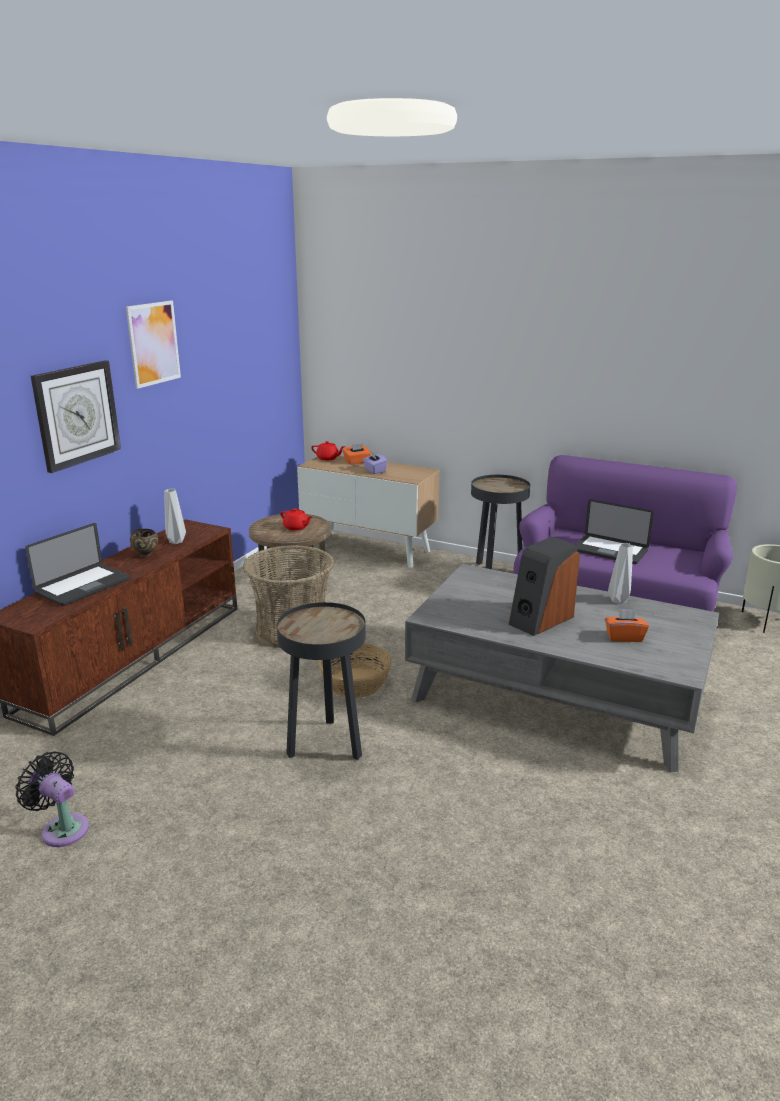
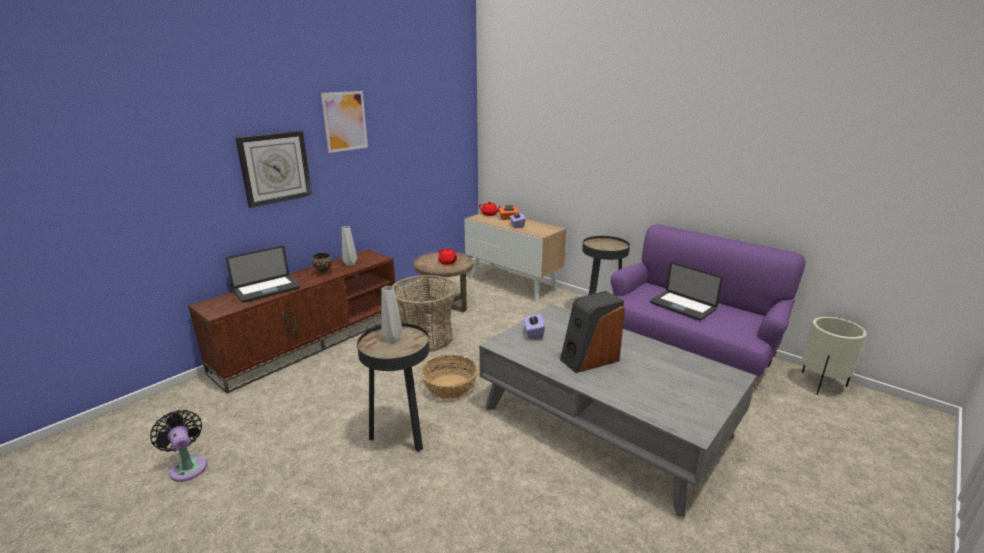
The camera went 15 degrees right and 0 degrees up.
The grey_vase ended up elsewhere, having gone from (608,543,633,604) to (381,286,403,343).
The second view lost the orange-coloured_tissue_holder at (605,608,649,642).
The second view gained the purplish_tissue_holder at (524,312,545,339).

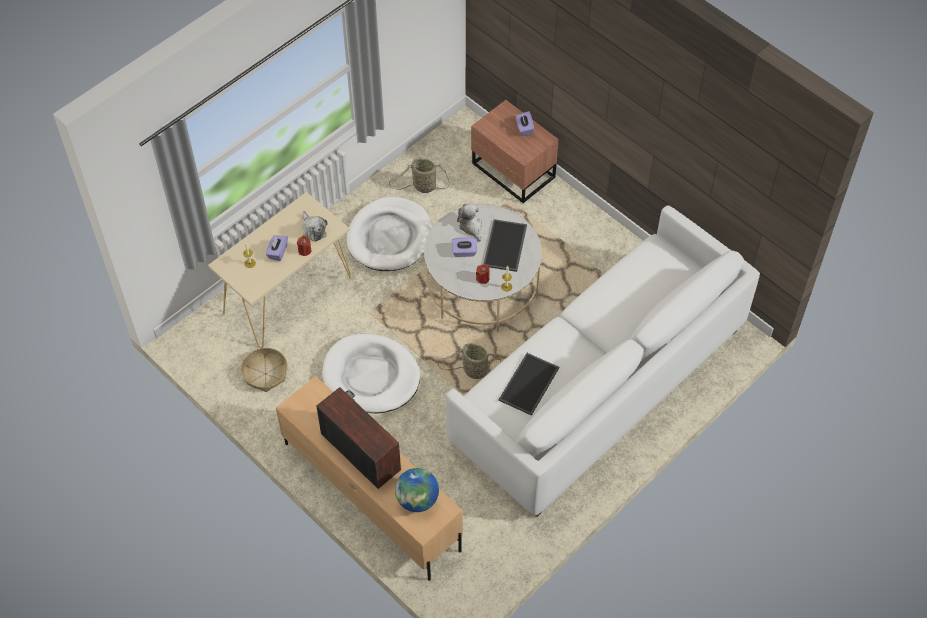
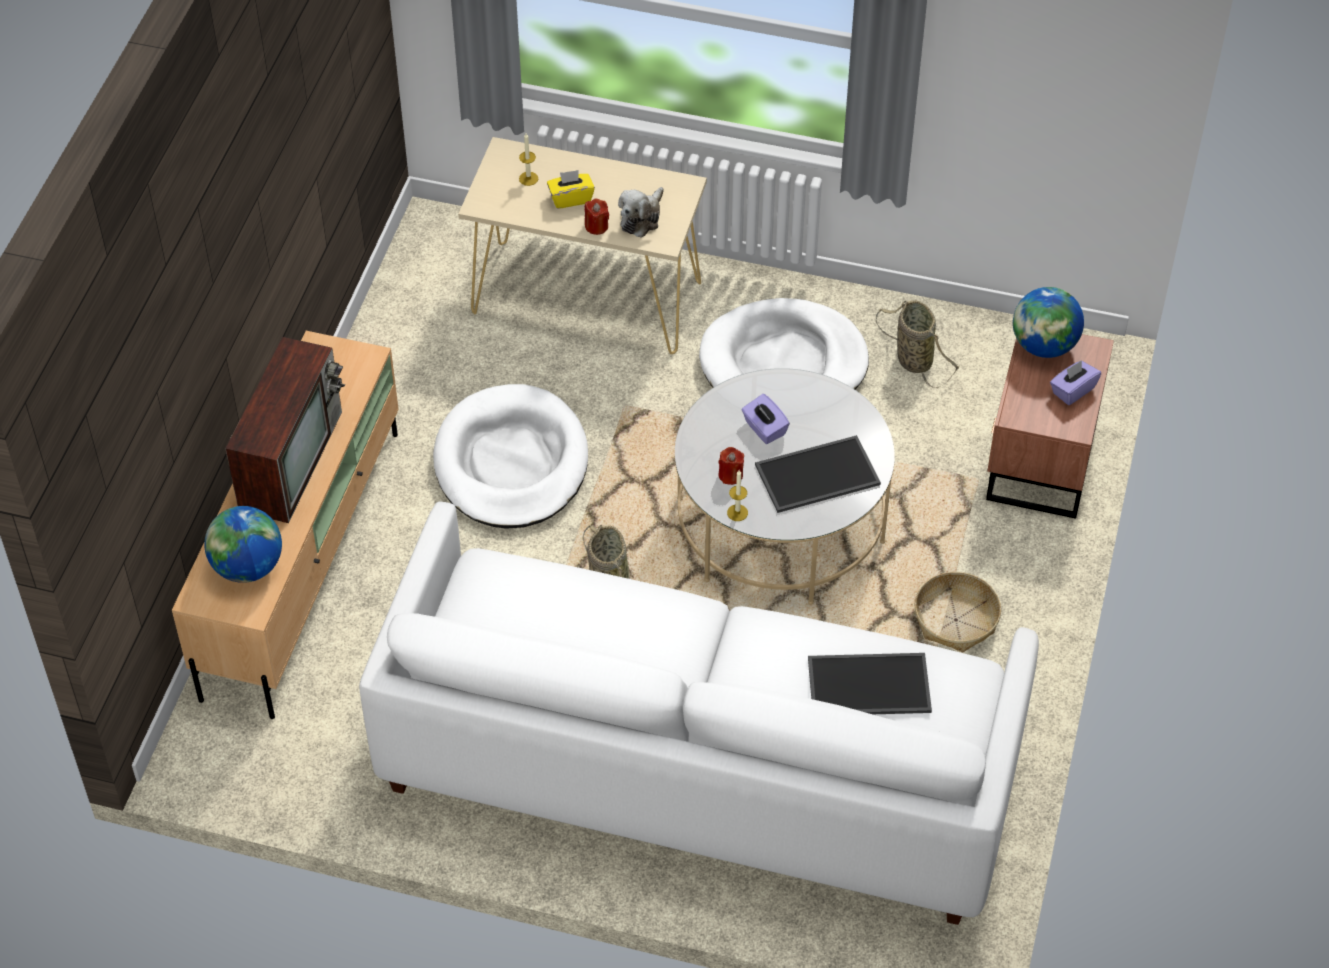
The camera went 60 degrees right and 5 degrees down.
The second view lost the cuddly_toy at (457,203,482,242).
What was the purplish_tissue_holder at (266,235,288,261) turned into the yellow_tissue_holder at (547,170,595,209).
The household_basket ended up elsewhere, having gone from (241,348,288,392) to (914,572,1001,652).
The serving_tray ended up elsewhere, having gone from (499,353,559,416) to (808,653,932,714).
The second view gained the desk_globe at (1013,287,1084,358).

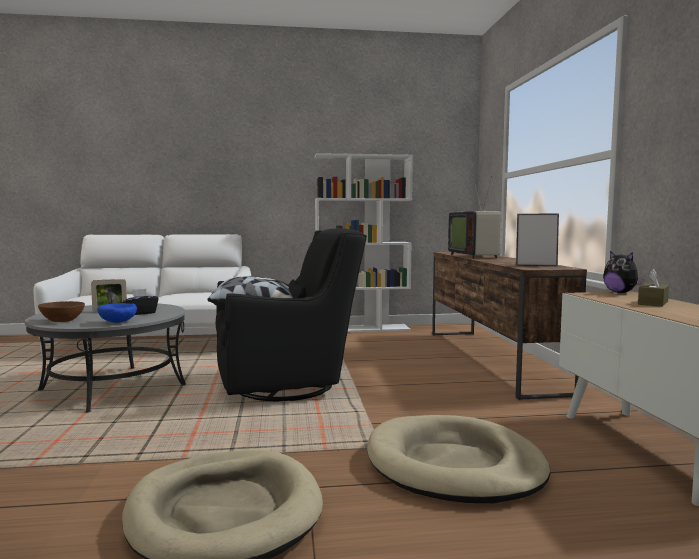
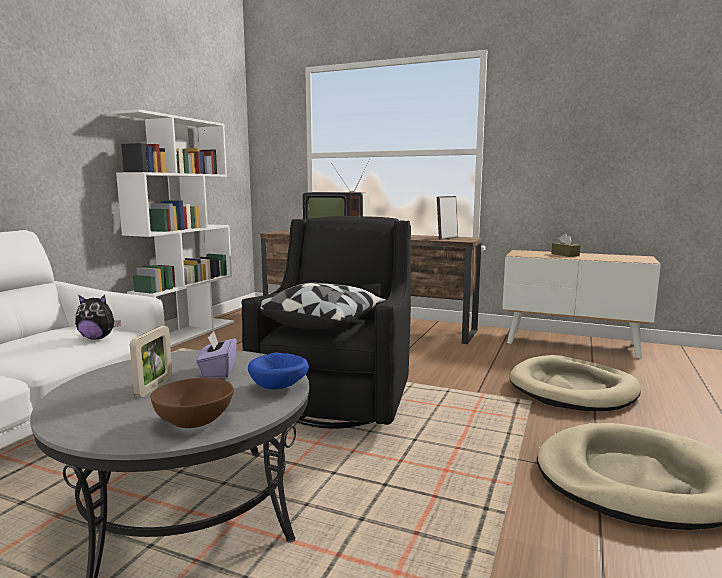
The camera went 60 degrees left and 5 degrees up.
The cuddly_toy ended up elsewhere, having gone from (603,251,645,293) to (75,295,121,340).
What was the black_tissue_holder at (122,289,159,315) turned into the purplish_tissue_holder at (196,331,237,378).

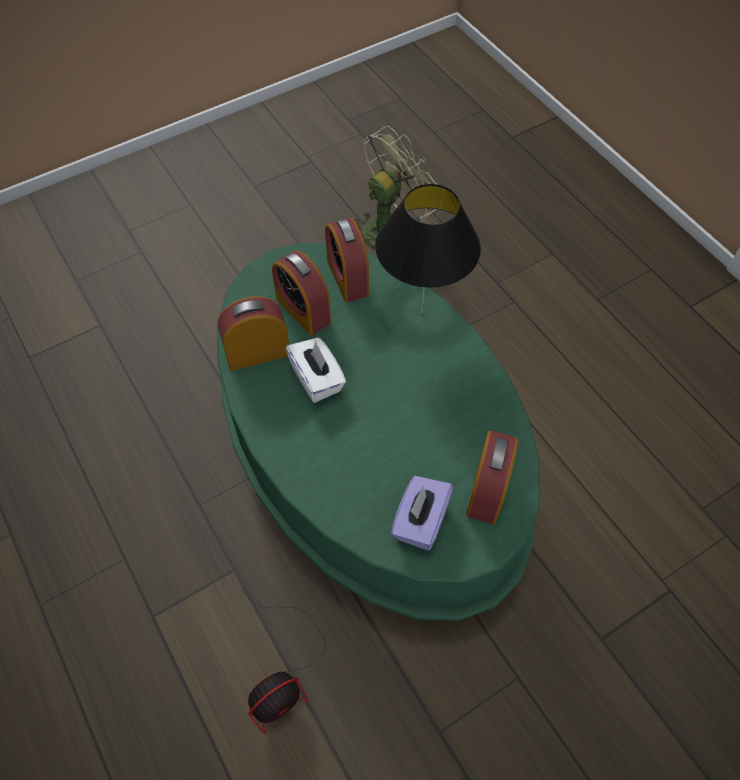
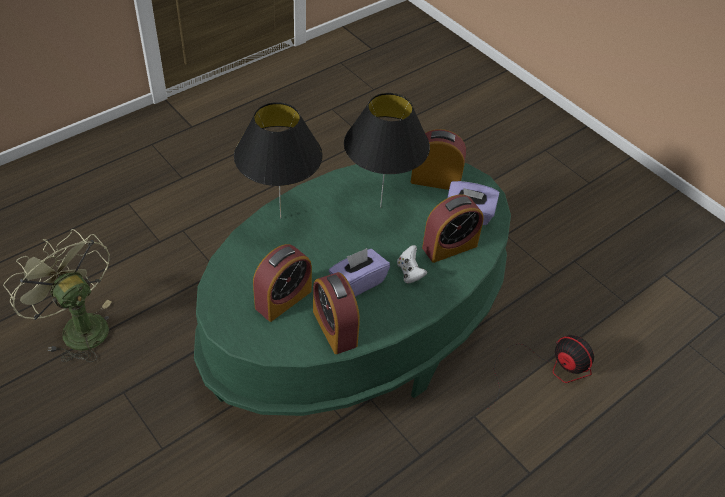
The camera went 100 degrees left and 10 degrees down.
The alarm_clock ended up elsewhere, having gone from (325,218,369,302) to (422,195,484,263).
What was the whitish_tissue_holder at (285,338,346,403) turned into the purplish_tissue_holder at (329,248,390,297).
The second view gained the black_lamp_for_a_table at (344,93,430,208).
The second view gained the whitish_gamepad at (397,245,427,283).

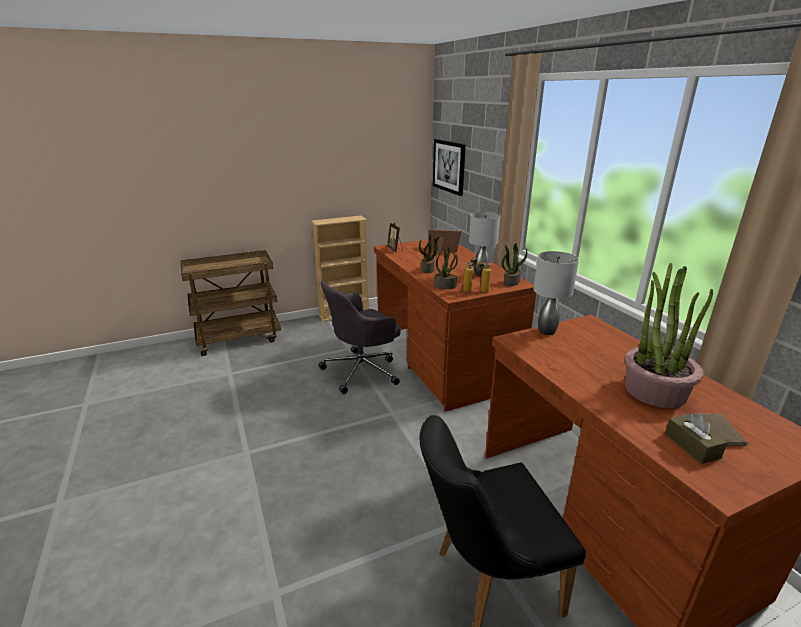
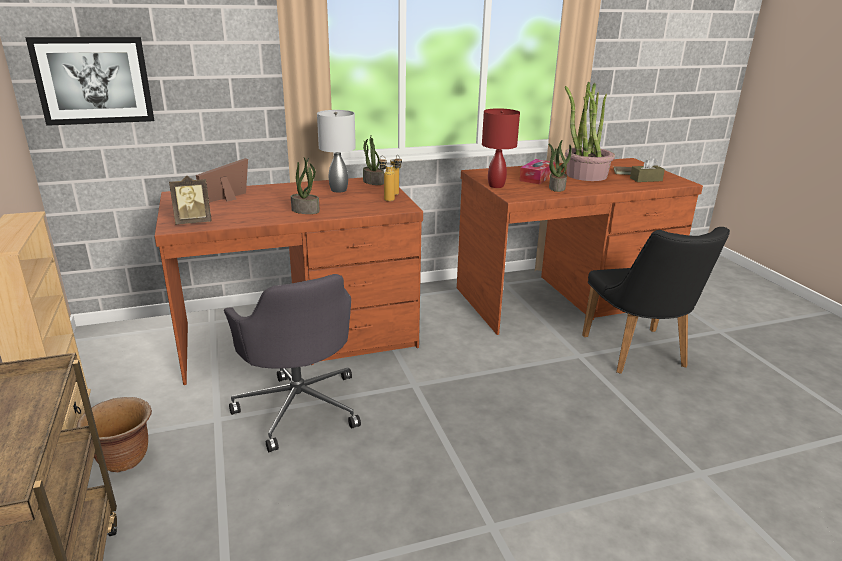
The camera went 85 degrees left and 0 degrees up.
The houseplant ended up elsewhere, having gone from (434,247,458,289) to (548,140,572,192).
What was the grey_lamp_for_a_table at (533,251,579,335) turned into the red_lamp_for_a_table at (482,108,520,188).
The second view gained the tissue_holder at (520,159,555,184).
The second view gained the brown_planter at (77,397,152,472).

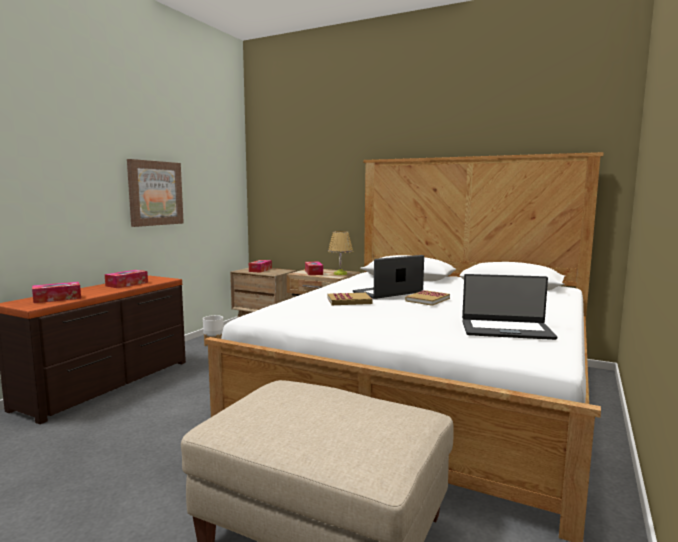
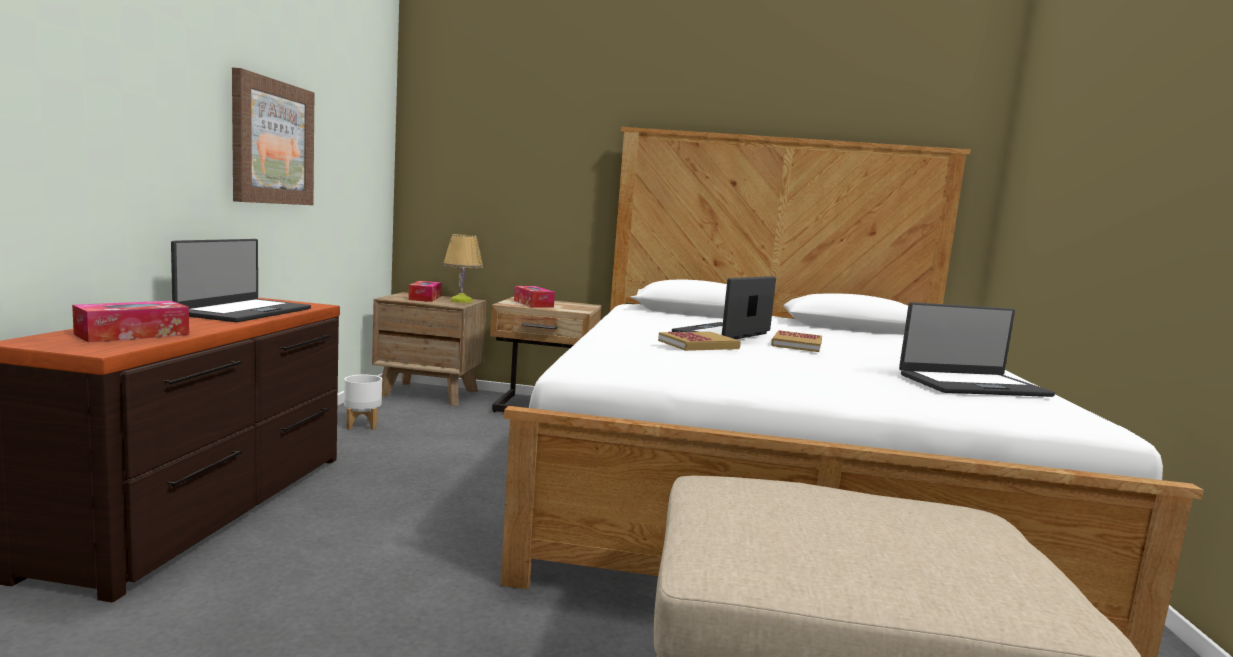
The camera went 20 degrees left and 0 degrees up.
The lamp_for_a_table ended up elsewhere, having gone from (328,231,353,275) to (443,234,483,303).
Where the tissue_holder stood at (105,270,148,288), the notebook_computer came to stand at (171,239,311,322).

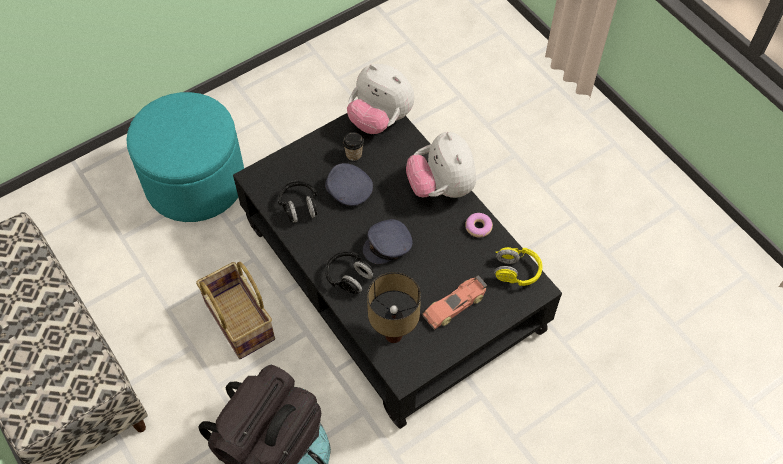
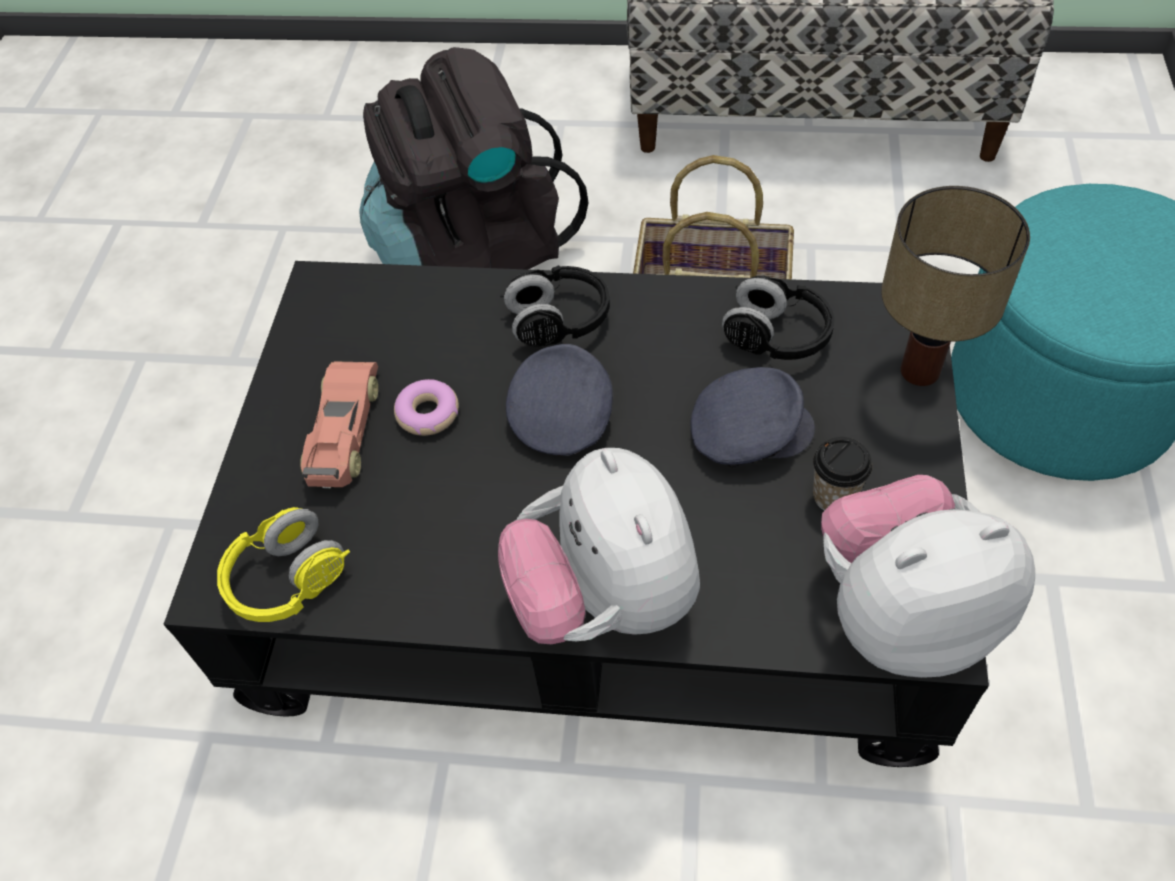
The camera went 135 degrees right and 5 degrees down.
The cuddly_toy at (406,132,476,198) ended up facing another way, 135 degrees counterclockwise from before.
The ring_doughnut ended up elsewhere, having gone from (465,213,493,237) to (394,379,459,436).
The lamp_for_a_table ended up elsewhere, having gone from (367,272,421,343) to (881,186,1030,386).

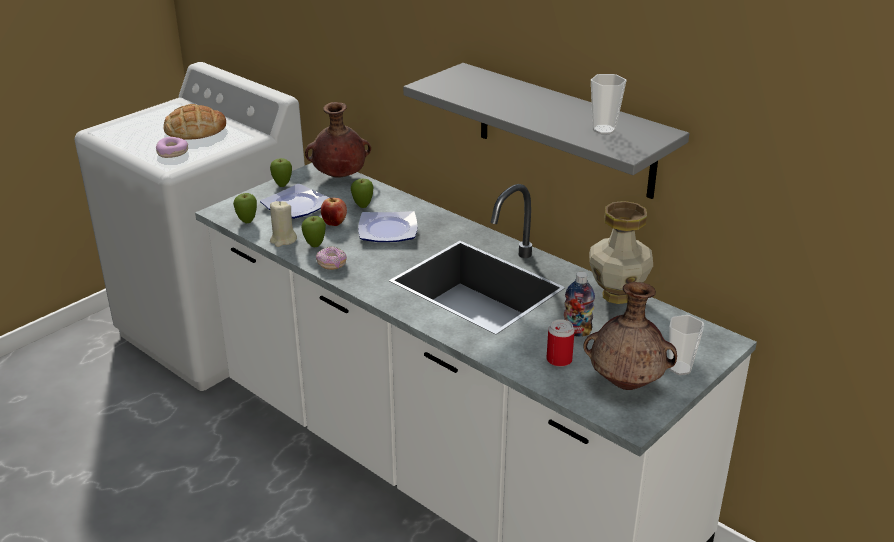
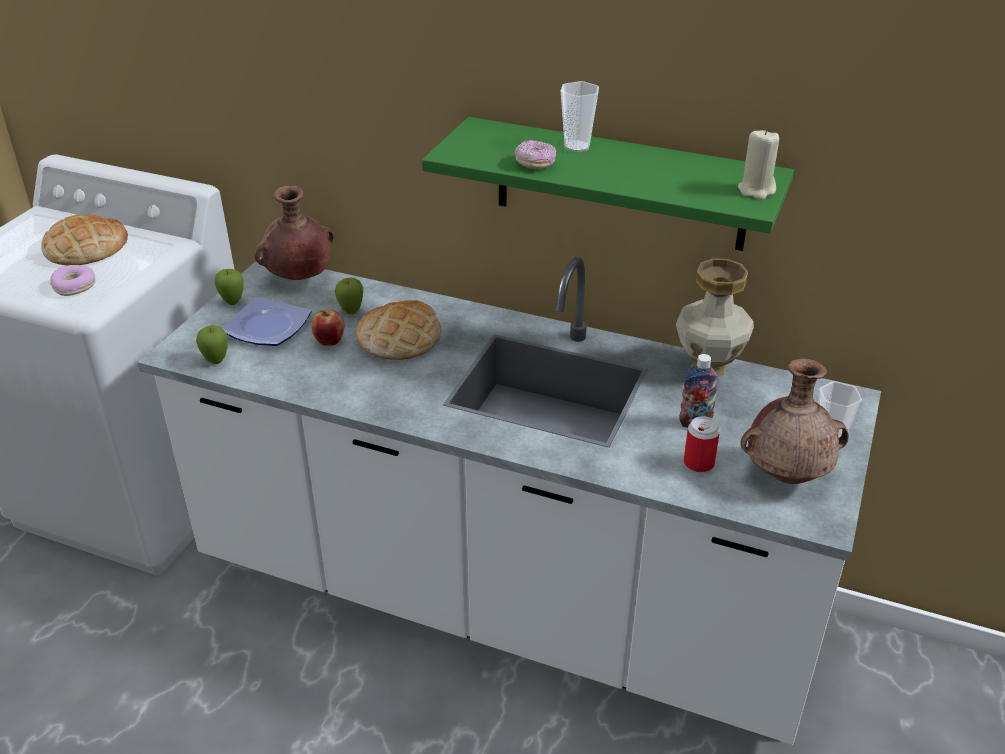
The camera went 20 degrees left and 5 degrees up.
What was the grey_bracket_shelf at (403,63,690,199) turned into the green-coloured_bracket_shelf at (422,117,794,251).
The cup ended up elsewhere, having gone from (591,74,627,134) to (561,81,599,152).
The beige_wax_candle ended up elsewhere, having gone from (270,201,297,247) to (738,129,779,200).
Where the dinner_plate stood at (358,211,418,242), the bakery_bread came to stand at (356,300,441,360).
The second view lost the whole_apple at (301,216,326,247).
The ring_doughnut ended up elsewhere, having gone from (316,246,347,270) to (515,140,556,169).

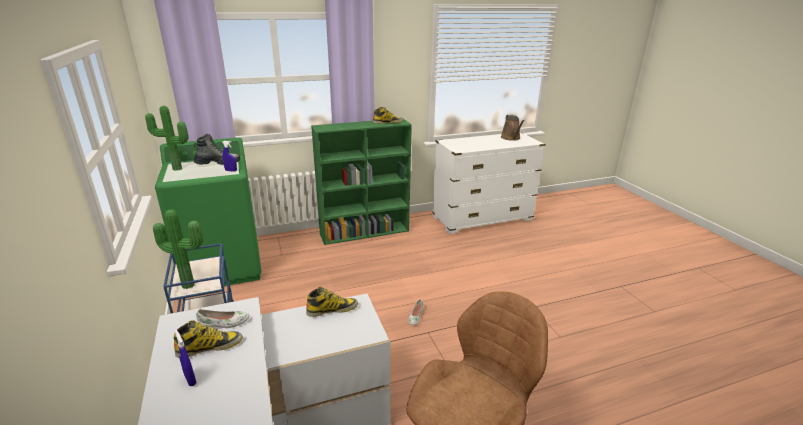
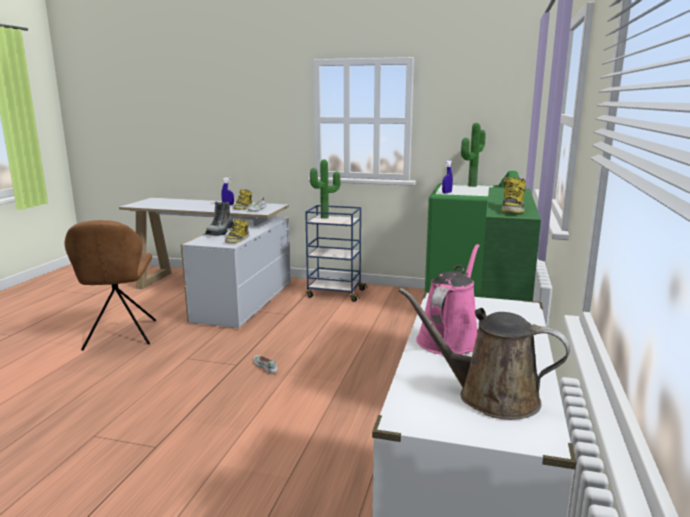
The camera went 125 degrees right and 10 degrees down.
The boot ended up elsewhere, having gone from (194,134,240,165) to (205,202,234,236).
The second view gained the pink_watering_pot at (416,244,480,355).

